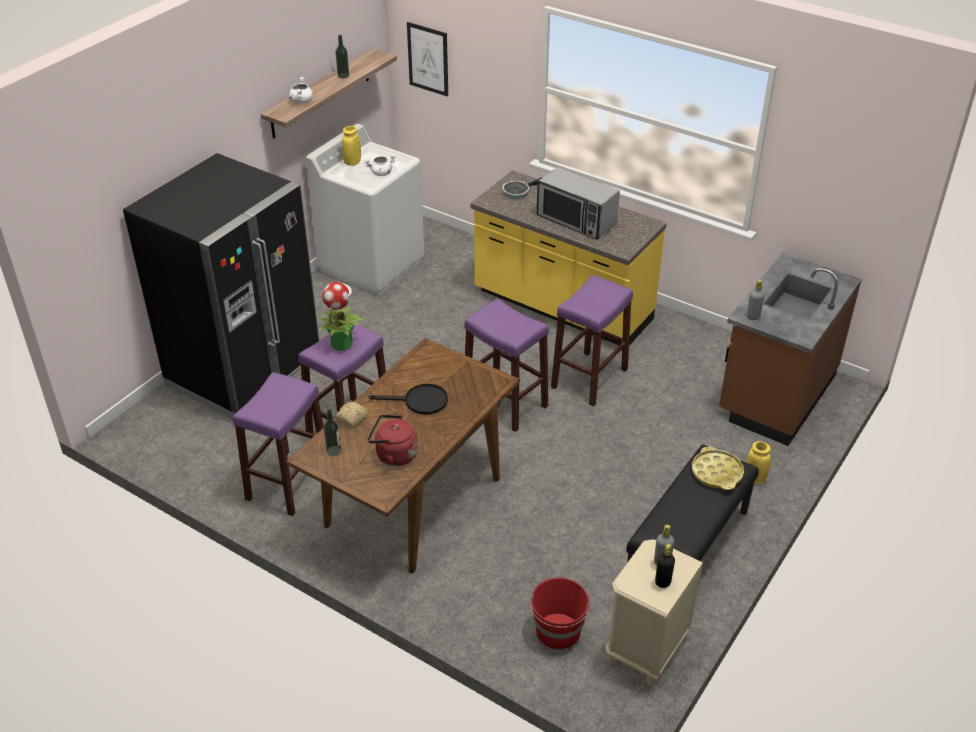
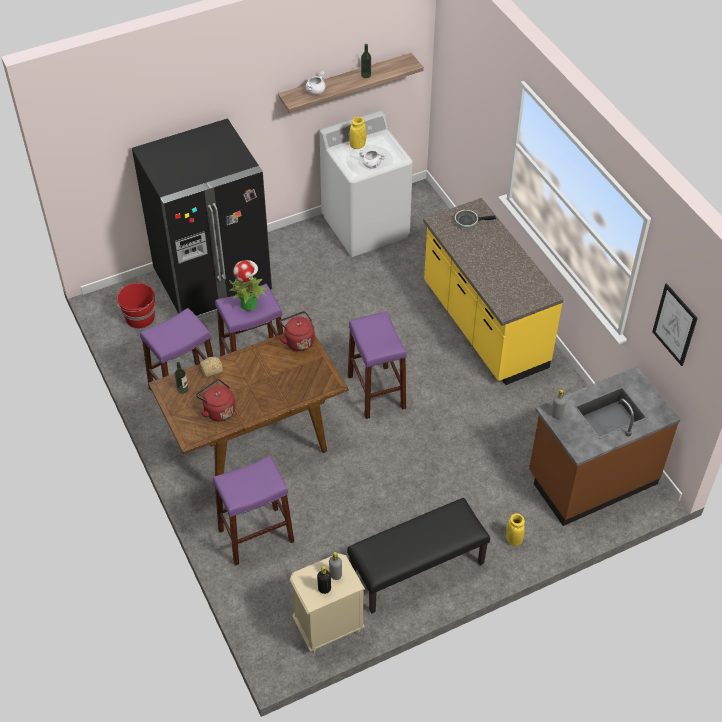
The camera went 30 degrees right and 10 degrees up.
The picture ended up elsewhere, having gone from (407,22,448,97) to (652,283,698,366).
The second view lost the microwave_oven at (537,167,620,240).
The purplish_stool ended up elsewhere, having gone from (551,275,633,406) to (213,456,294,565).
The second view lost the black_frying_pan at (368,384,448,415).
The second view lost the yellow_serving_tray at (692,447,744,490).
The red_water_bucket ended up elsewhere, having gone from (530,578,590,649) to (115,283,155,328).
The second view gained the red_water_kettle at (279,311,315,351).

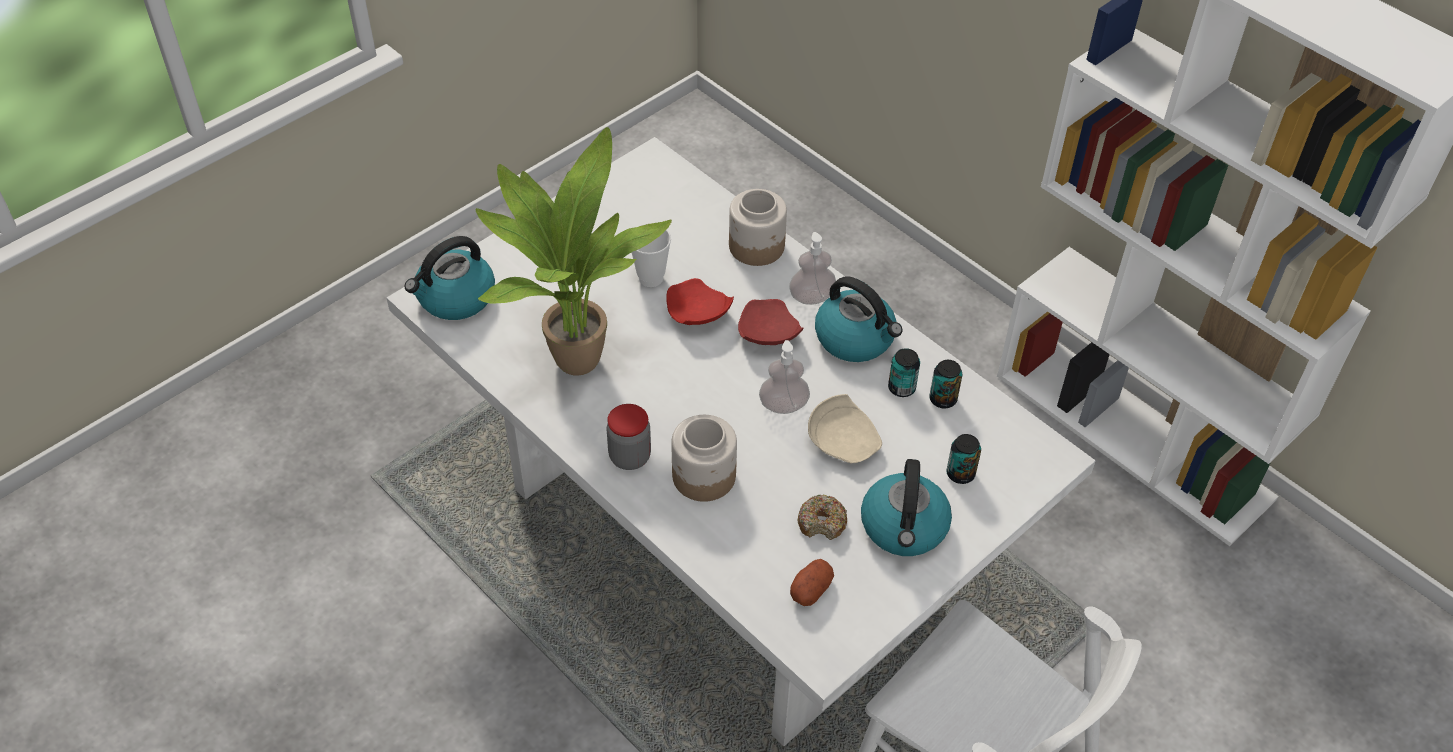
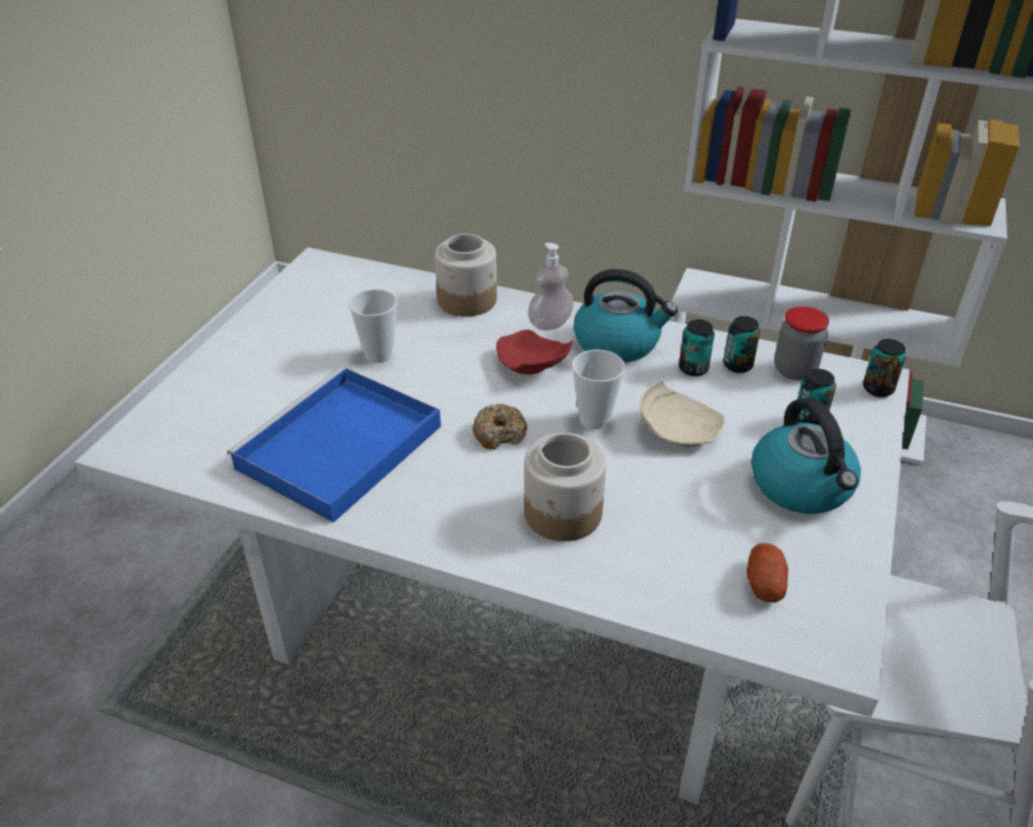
The camera went 25 degrees left and 10 degrees down.
Where the houseplant stood at (476,127,672,375), the blue-coloured_serving_tray came to stand at (227,367,441,523).
The second view lost the water_kettle at (405,236,495,320).
The second view lost the red_dinner_plate at (666,278,734,325).
Where the soap_dispenser stood at (759,340,810,414), the cup came to stand at (572,350,625,429).
The preserve_jar ended up elsewhere, having gone from (607,404,651,470) to (774,306,829,380).
The ring_doughnut ended up elsewhere, having gone from (798,494,847,540) to (472,404,527,450).
The second view gained the can at (863,339,906,397).

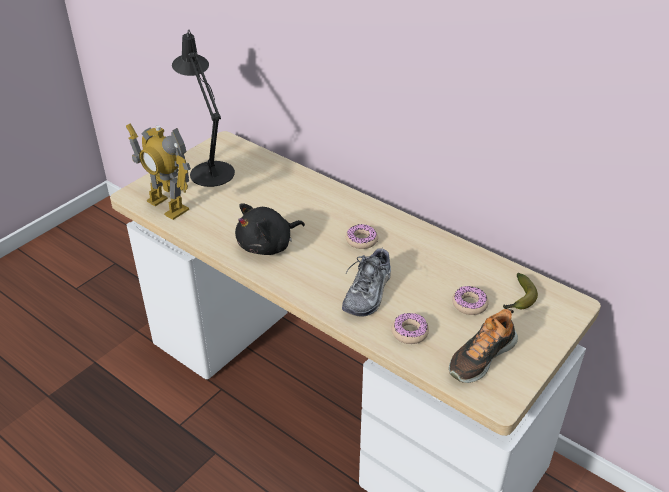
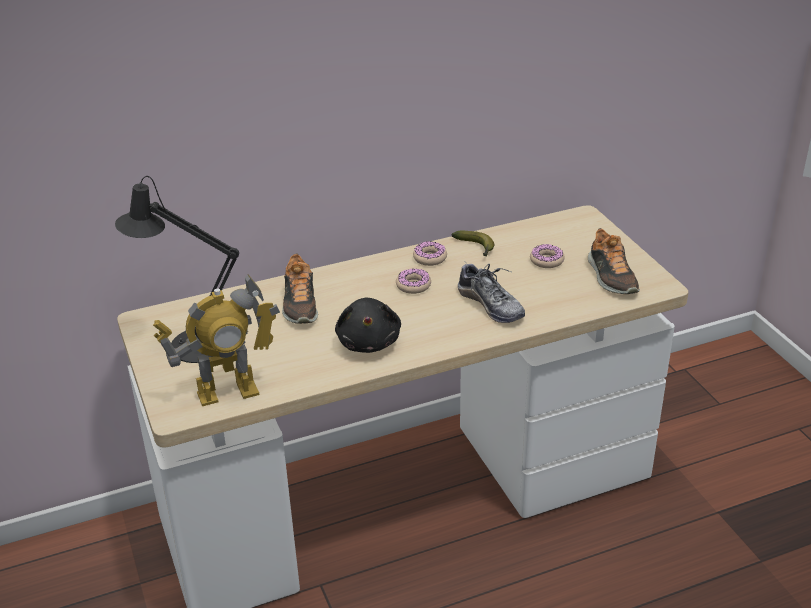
The camera went 60 degrees left and 5 degrees down.
The whole_banana ended up elsewhere, having gone from (503,273,538,309) to (451,231,494,257).
The ring_doughnut ended up elsewhere, having gone from (391,313,429,344) to (413,241,447,266).
The second view gained the shoe at (282,253,318,324).

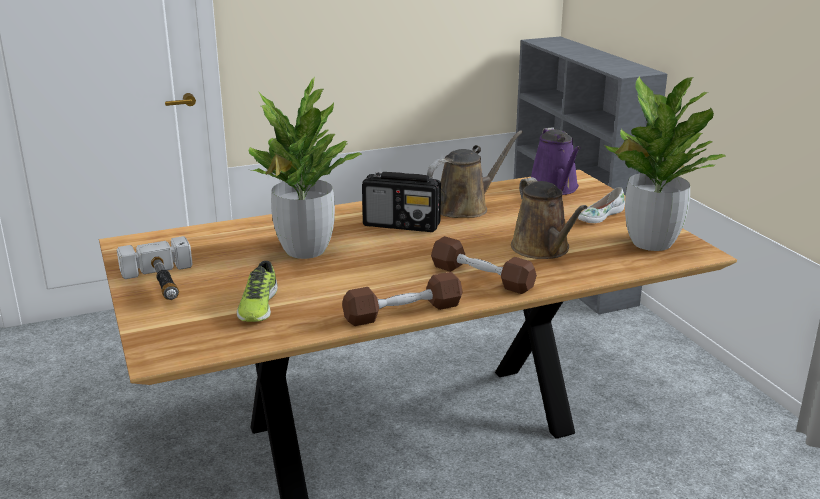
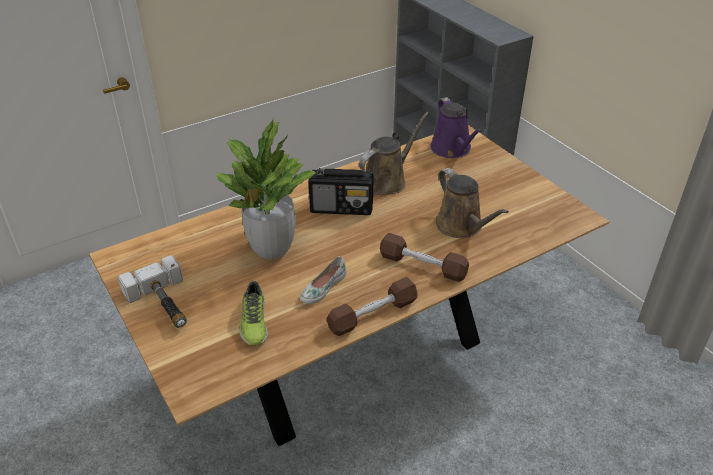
The camera went 10 degrees left and 15 degrees up.
The second view lost the houseplant at (604,76,727,251).
The whitish_shoe ended up elsewhere, having gone from (578,187,625,223) to (300,256,347,304).

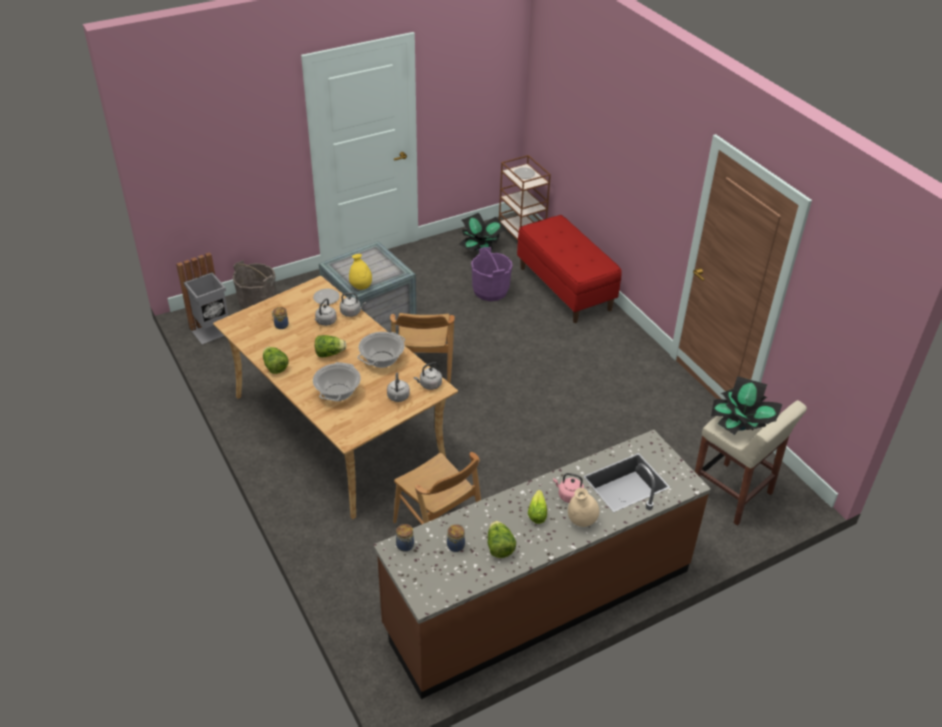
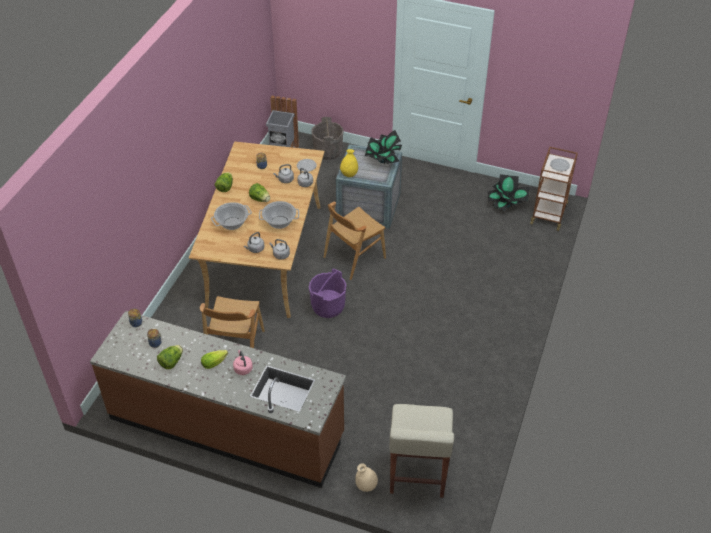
The camera went 50 degrees right and 5 degrees up.
The second view lost the red_long_seat at (517,215,622,323).
The purplish_water_bucket ended up elsewhere, having gone from (471,247,512,301) to (309,269,347,318).
The houseplant ended up elsewhere, having gone from (711,376,783,435) to (365,130,402,164).
The beige_vase ended up elsewhere, having gone from (568,488,599,527) to (355,463,378,492).

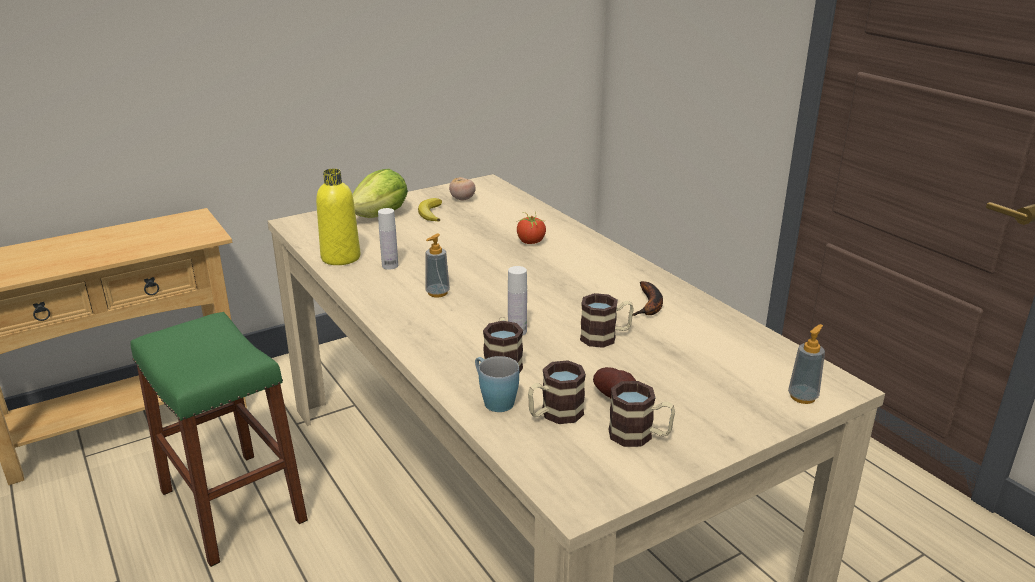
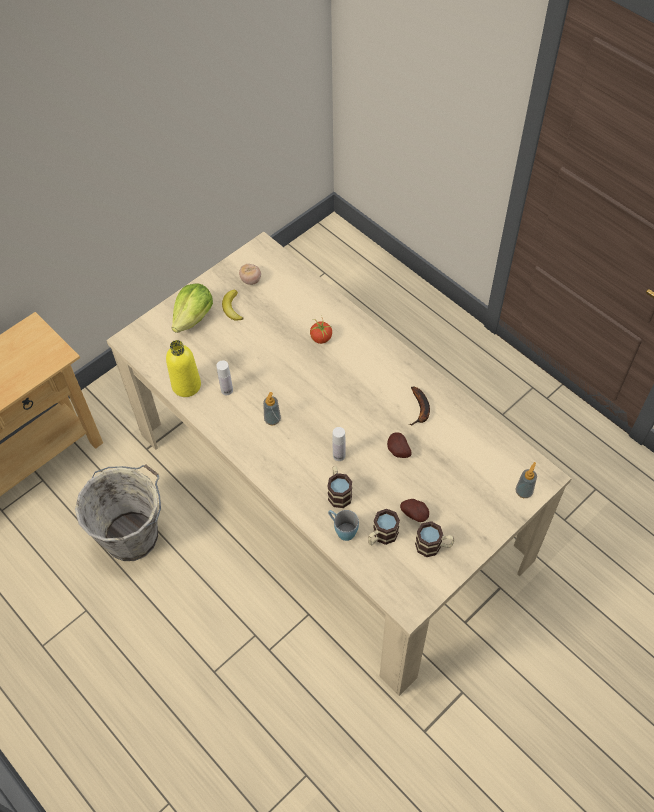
The camera went 10 degrees left and 30 degrees up.
Where the coffee_mug stood at (580,293,634,348), the spud came to stand at (387,432,412,458).
Where the green-coloured_stool stood at (131,312,308,567), the grey_water_bucket came to stand at (75,464,161,561).

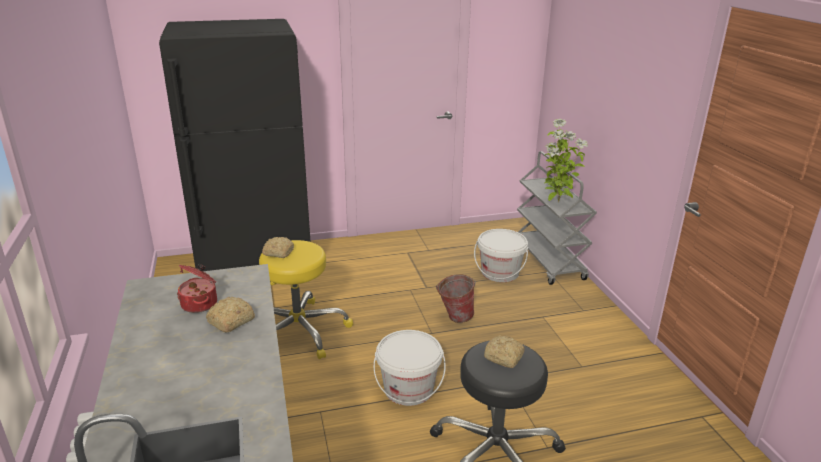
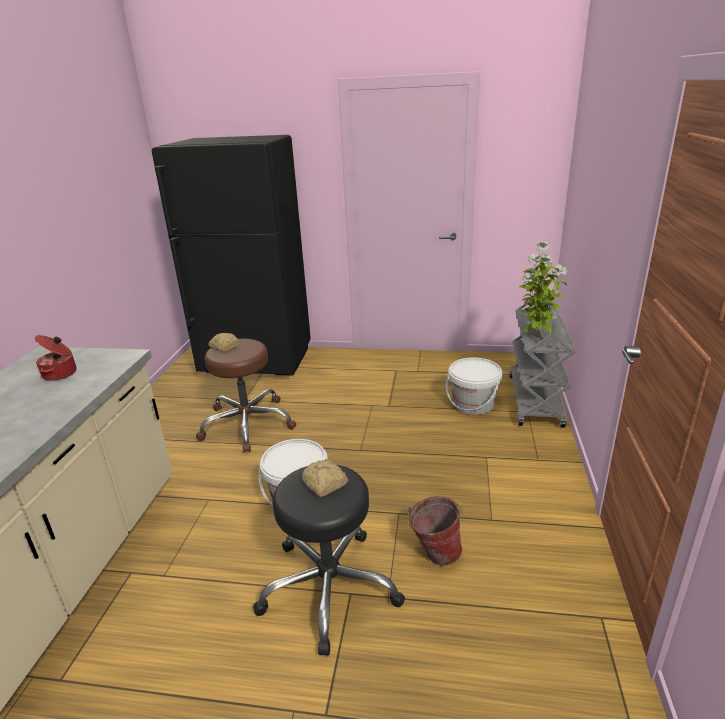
The camera went 25 degrees right and 0 degrees up.
What was the yellow_stool at (259,240,353,359) turned into the brown_stool at (196,339,296,452).
The water_bucket ended up elsewhere, having gone from (436,274,476,323) to (408,496,463,566).
The second view lost the bakery_bread at (206,297,255,332).

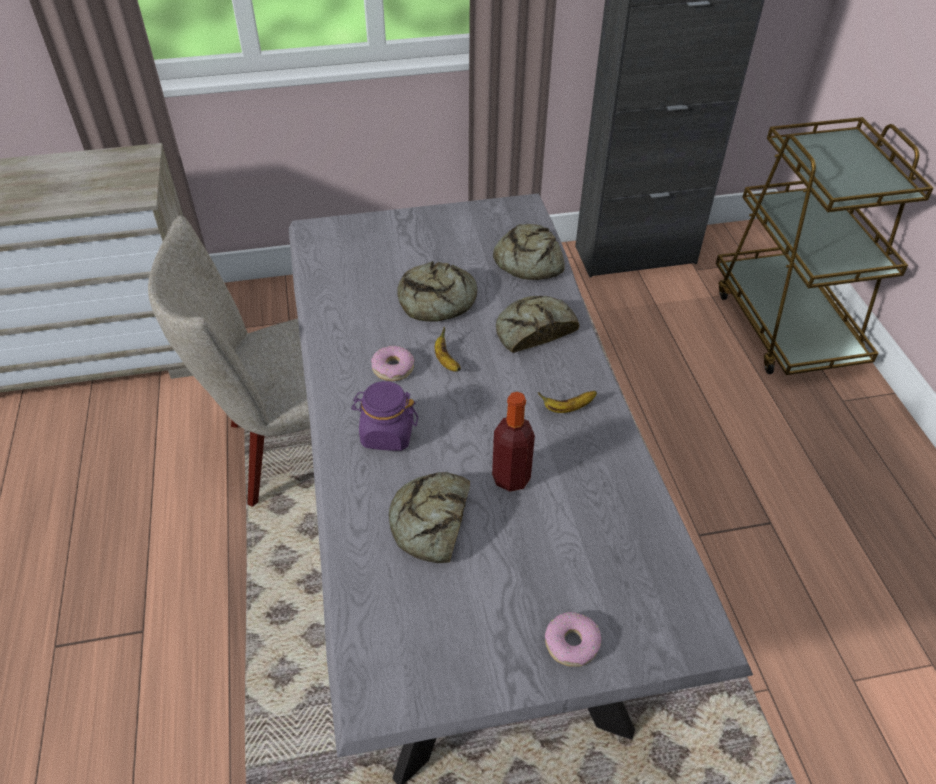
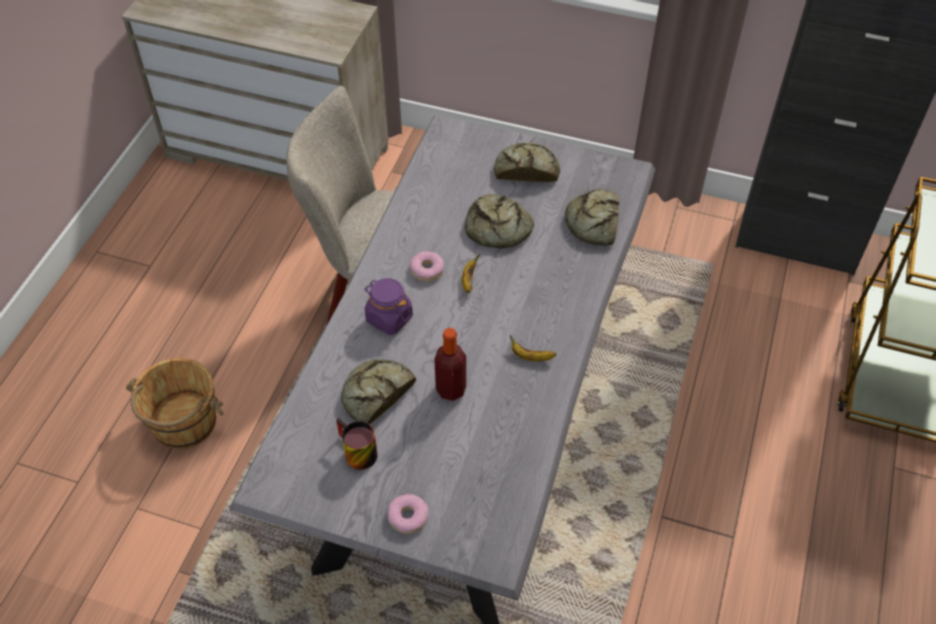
The camera went 30 degrees right and 5 degrees up.
The bakery_bread ended up elsewhere, having gone from (496,296,579,353) to (494,143,560,182).
The second view gained the brown_water_bucket at (126,358,224,449).
The second view gained the coffee_mug at (336,418,378,470).

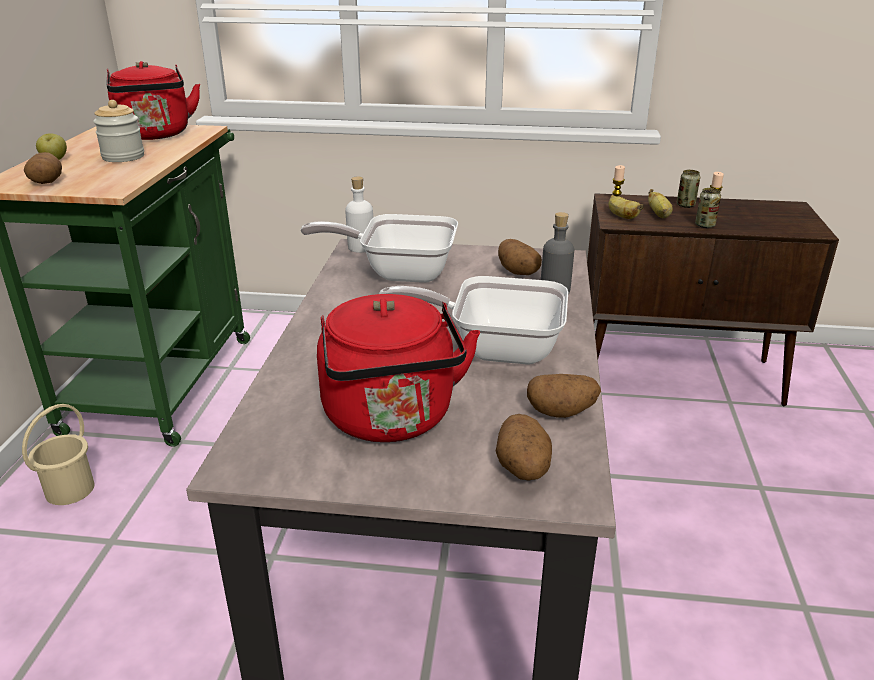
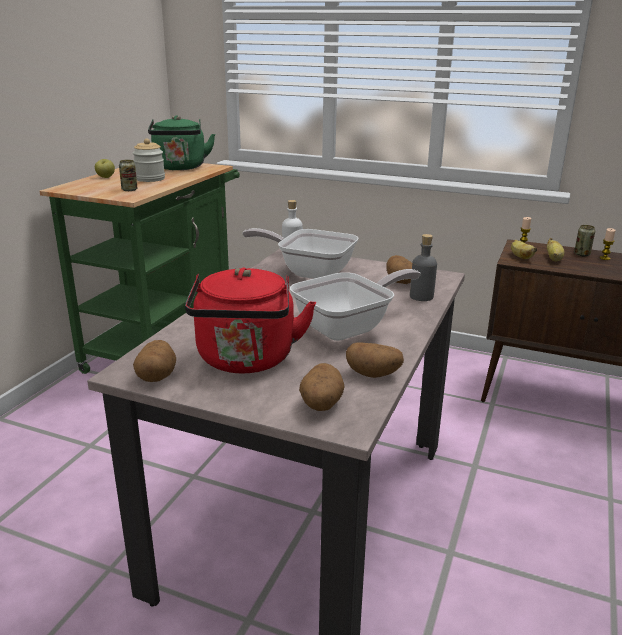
The camera went 15 degrees right and 5 degrees down.
What was the red_water_kettle at (107,61,200,140) turned into the green-coloured_water_kettle at (148,115,215,170).
The spud ended up elsewhere, having gone from (24,152,62,184) to (133,340,176,382).
The can ended up elsewhere, having gone from (695,188,721,228) to (119,160,137,191).
The frying_pan at (379,276,568,365) ended up facing another way, 120 degrees clockwise from before.
The second view lost the beige_water_bucket at (22,404,95,505).

